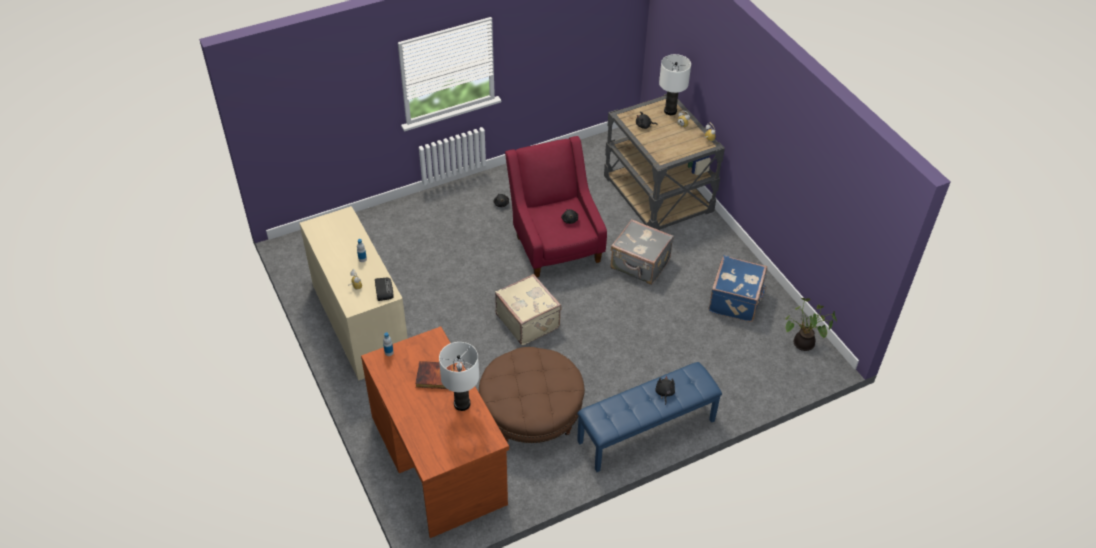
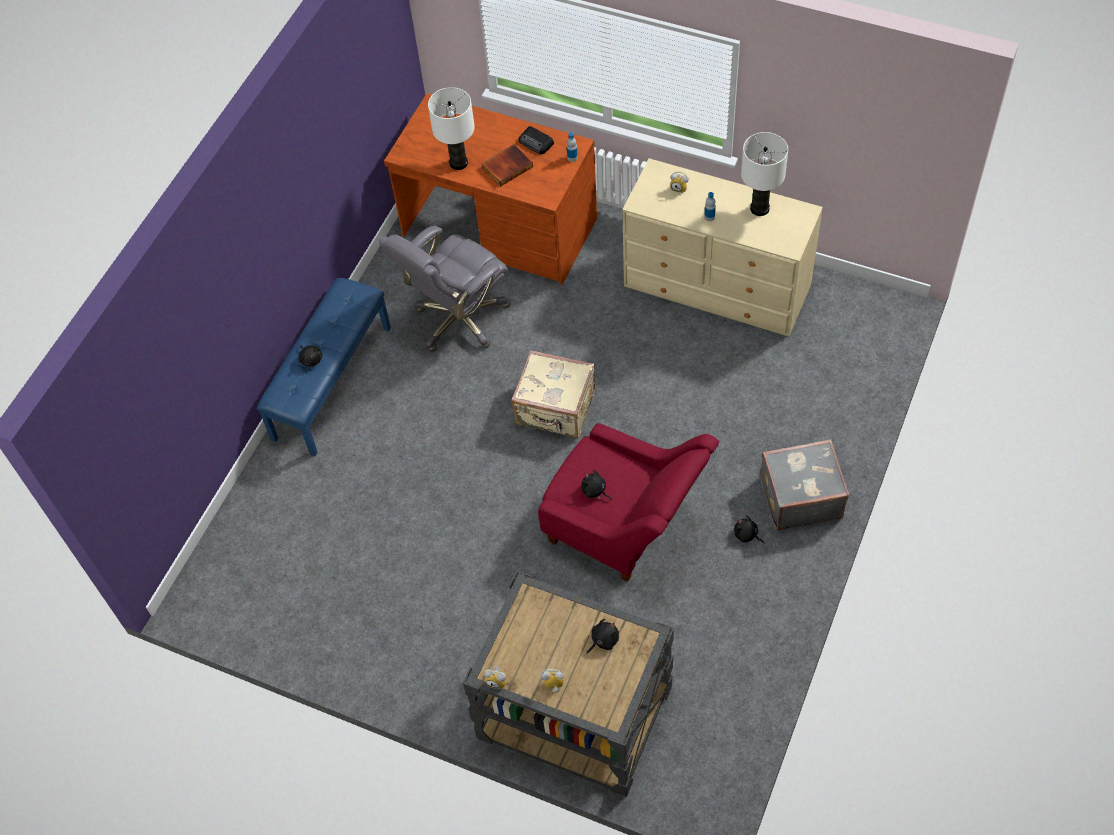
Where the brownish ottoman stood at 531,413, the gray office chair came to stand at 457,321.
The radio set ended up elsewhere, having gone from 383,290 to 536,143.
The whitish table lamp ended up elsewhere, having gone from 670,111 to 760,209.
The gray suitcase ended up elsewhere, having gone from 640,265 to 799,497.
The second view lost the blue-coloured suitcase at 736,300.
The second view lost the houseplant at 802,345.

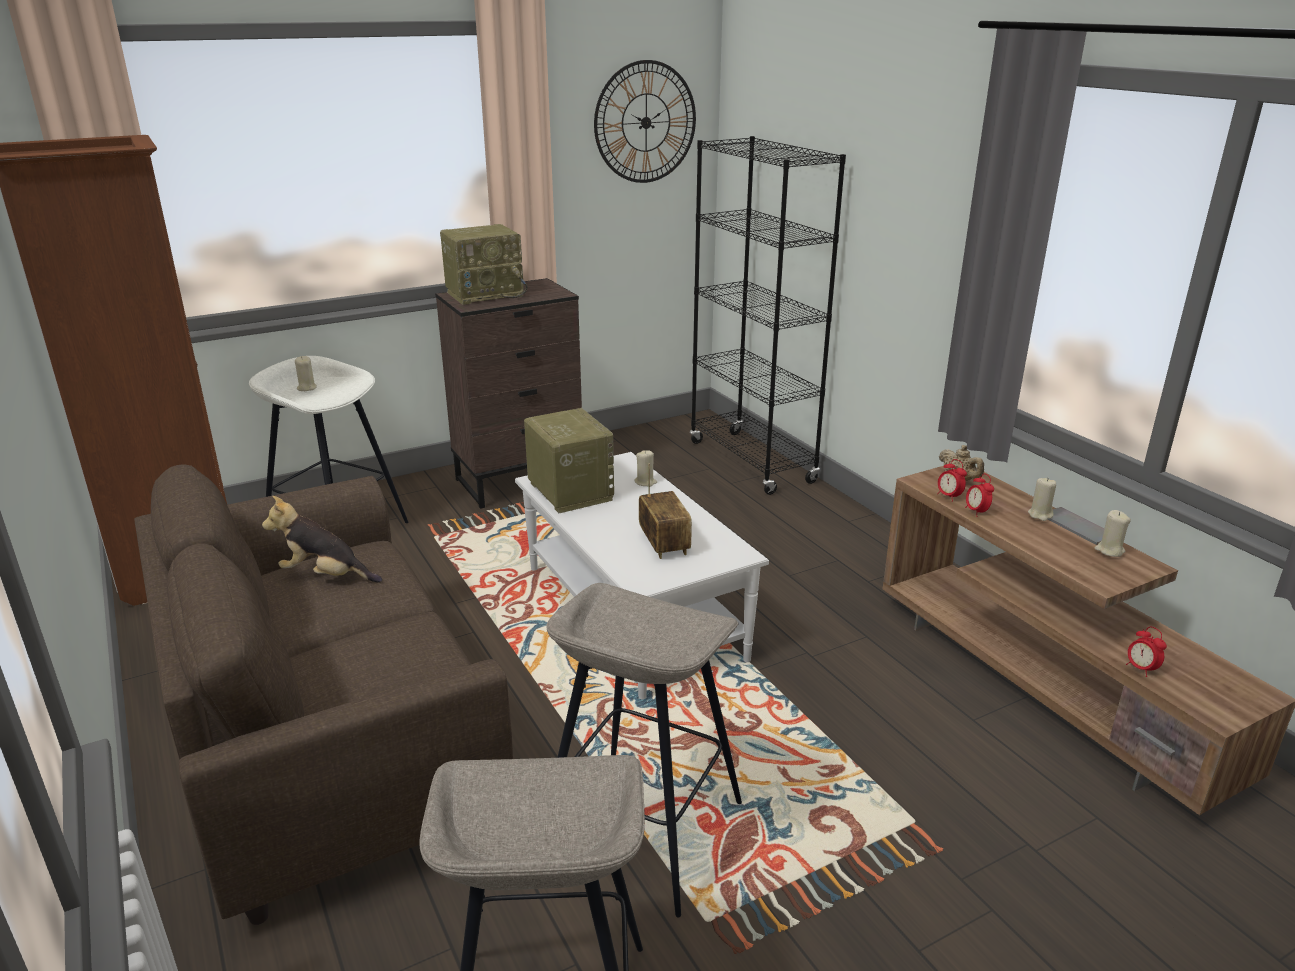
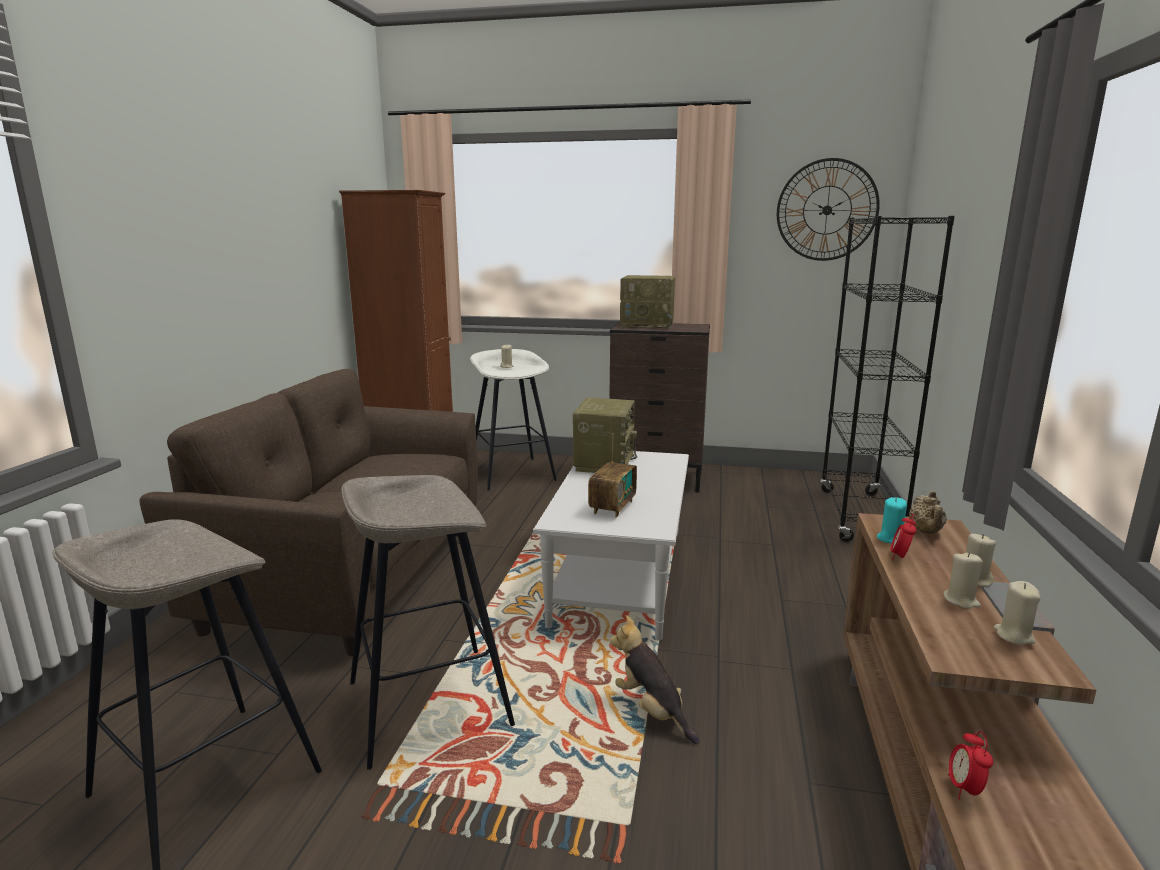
The cuddly toy ended up elsewhere, having gone from 325,576 to 652,710.
Where the alarm clock stood at 949,496, the blue-green wax candle came to stand at 890,539.
The sand-coloured wax candle ended up elsewhere, having gone from 645,482 to 961,600.

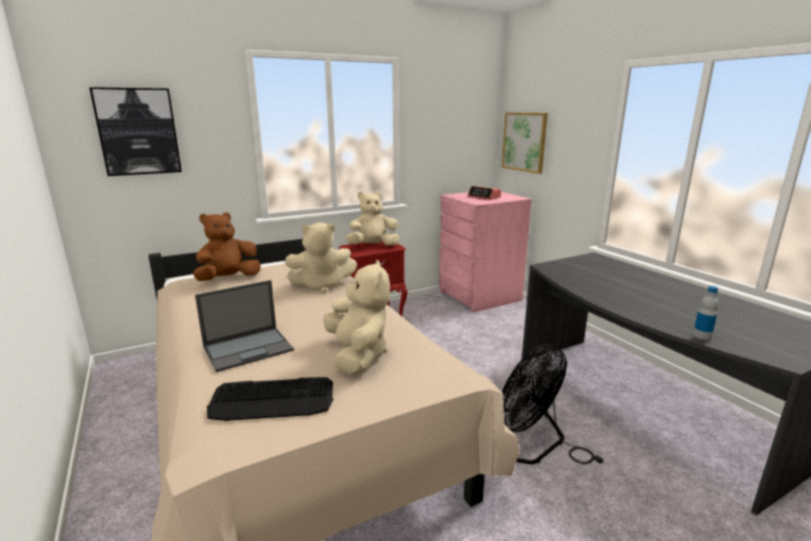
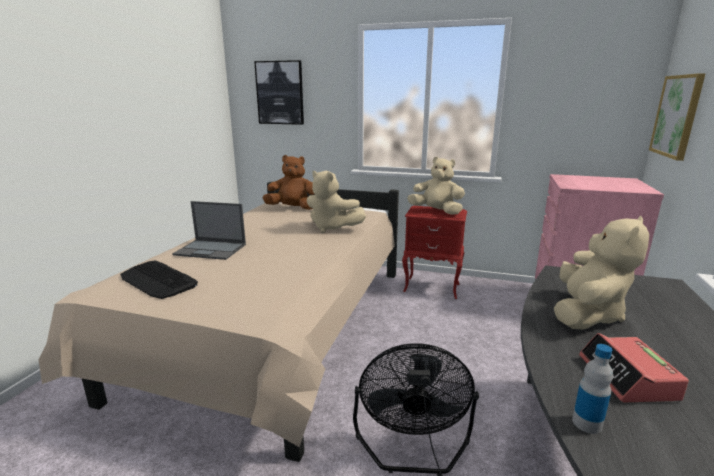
The sand-coloured cuddly toy ended up elsewhere, having gone from 357,356 to 586,314.
The alarm clock ended up elsewhere, having gone from 484,197 to 627,378.

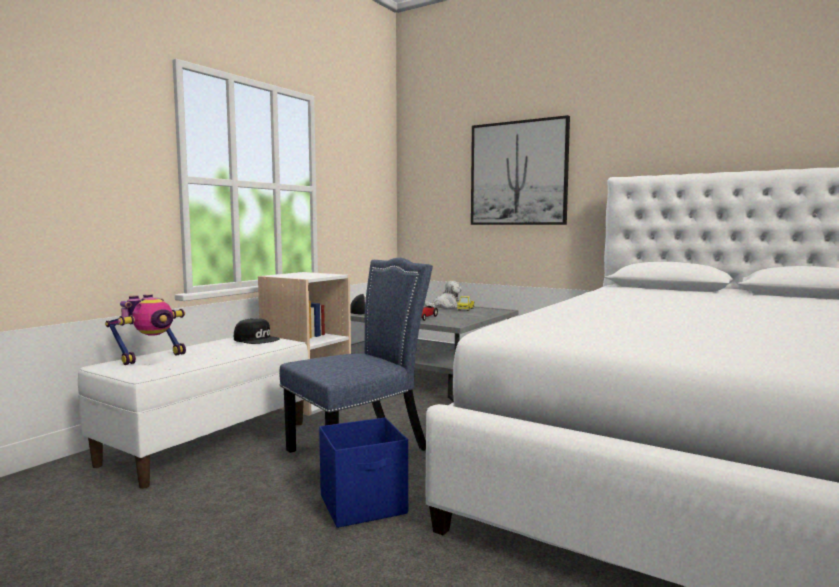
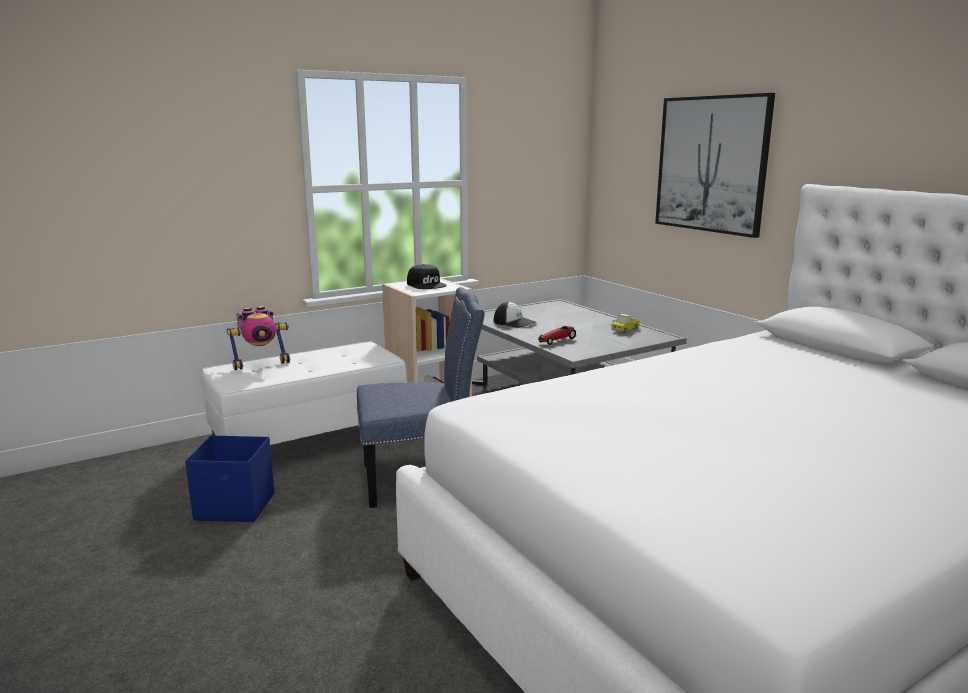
The blue-coloured storage box ended up elsewhere, having gone from 364,505 to 236,507.
The black-coloured baseball cap ended up elsewhere, having gone from 257,339 to 427,284.
The second view lost the cuddly toy at 445,306.

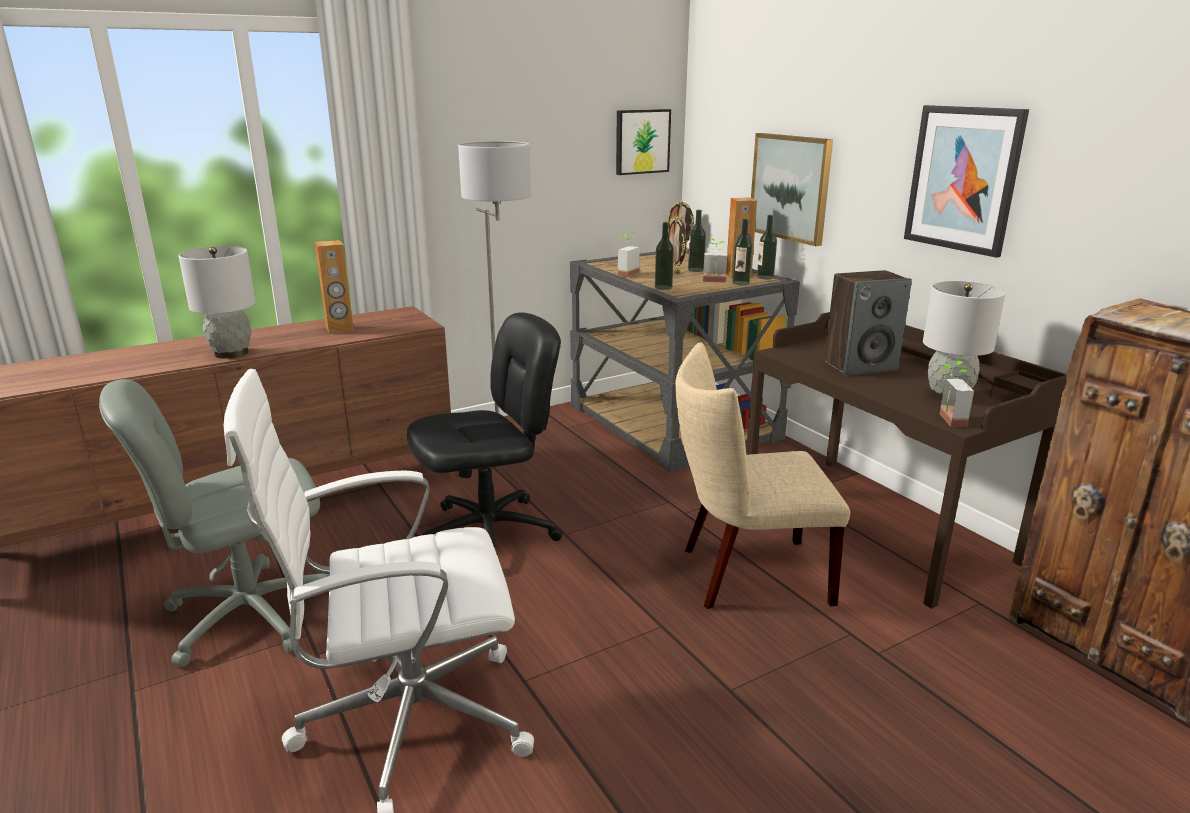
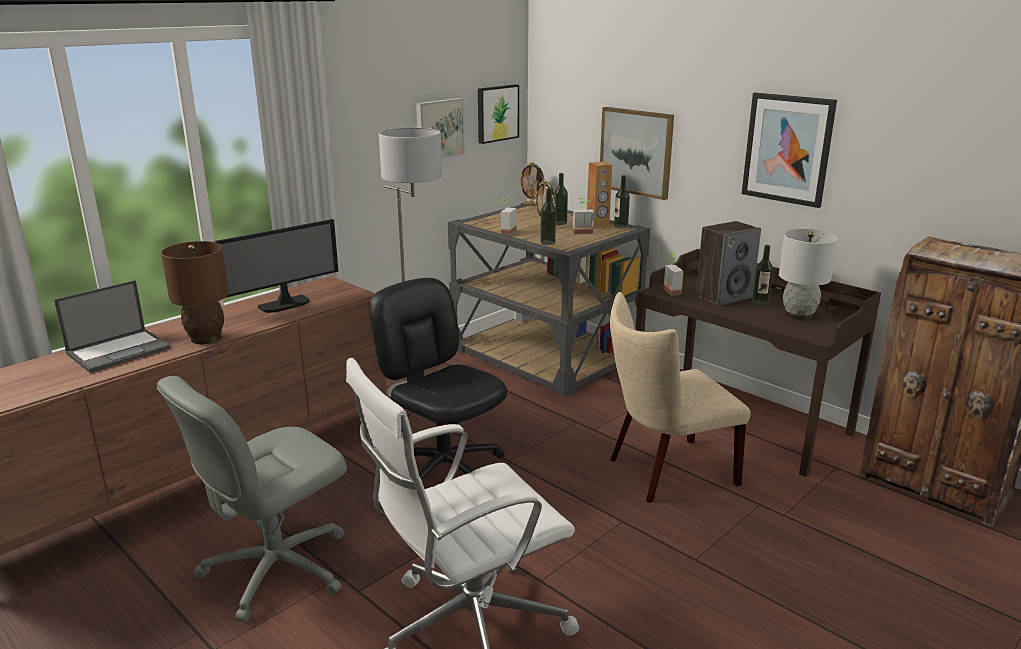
The second view gained the notebook computer at 120,350.
What was the whitish table lamp at 231,353 turned into the brownish table lamp at 205,338.
Where the brownish audio speaker stood at 339,329, the computer screen came to stand at 285,305.
The black-coloured office chair at 489,533 ended up facing another way, 90 degrees counterclockwise from before.
The second view gained the picture at 438,129.
The houseplant ended up elsewhere, having gone from 945,420 to 668,292.
The drink bottle ended up elsewhere, having gone from 740,283 to 760,303.

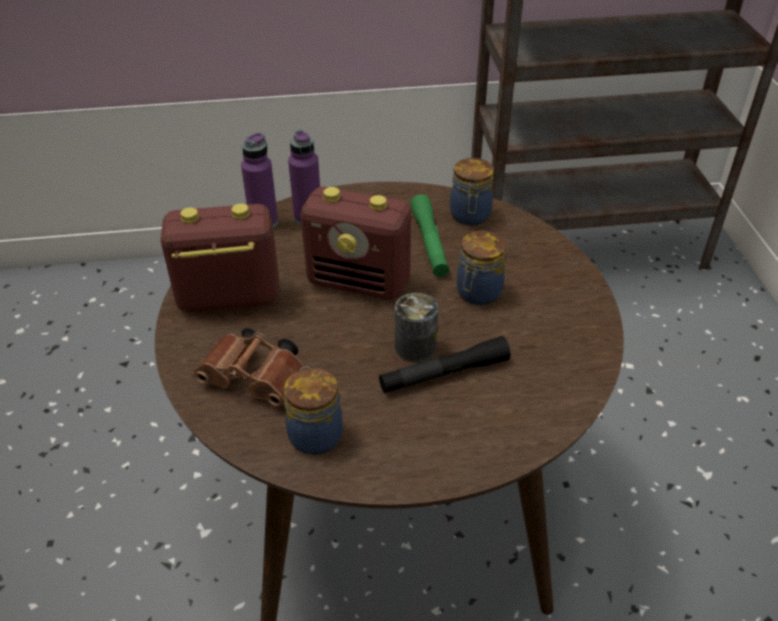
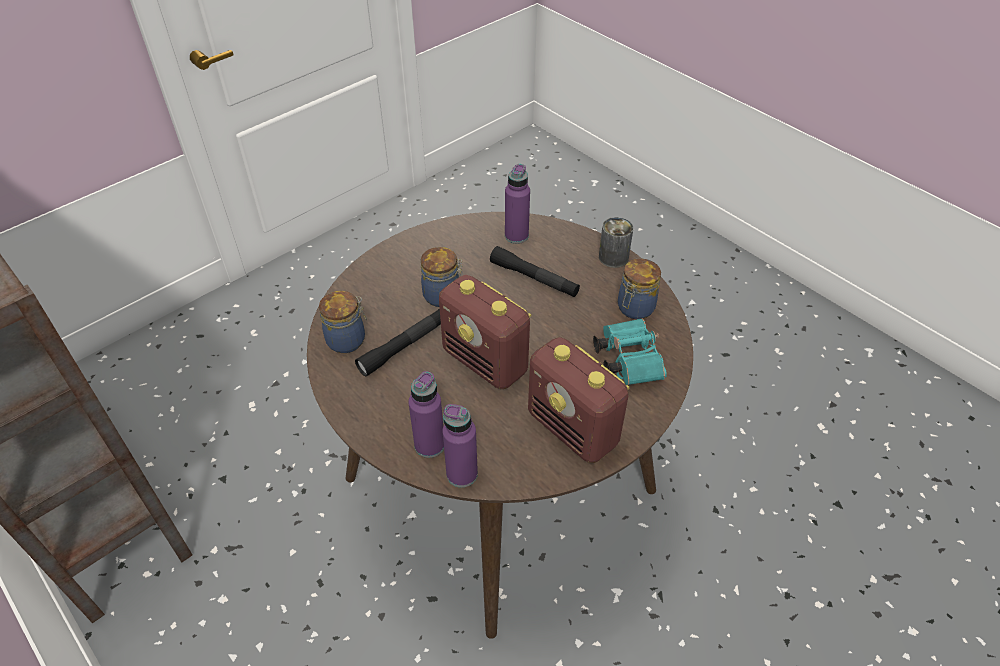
What was the green-coloured hand torch at 429,243 turned into the black-coloured hand torch at 404,347.
The radio set at 360,282 ended up facing another way, 150 degrees clockwise from before.
The second view gained the purple drink bottle at 516,236.
What was the brownish field glasses at 257,380 turned into the blue-green field glasses at 626,359.
The sealed can ended up elsewhere, having gone from 415,347 to 613,257.

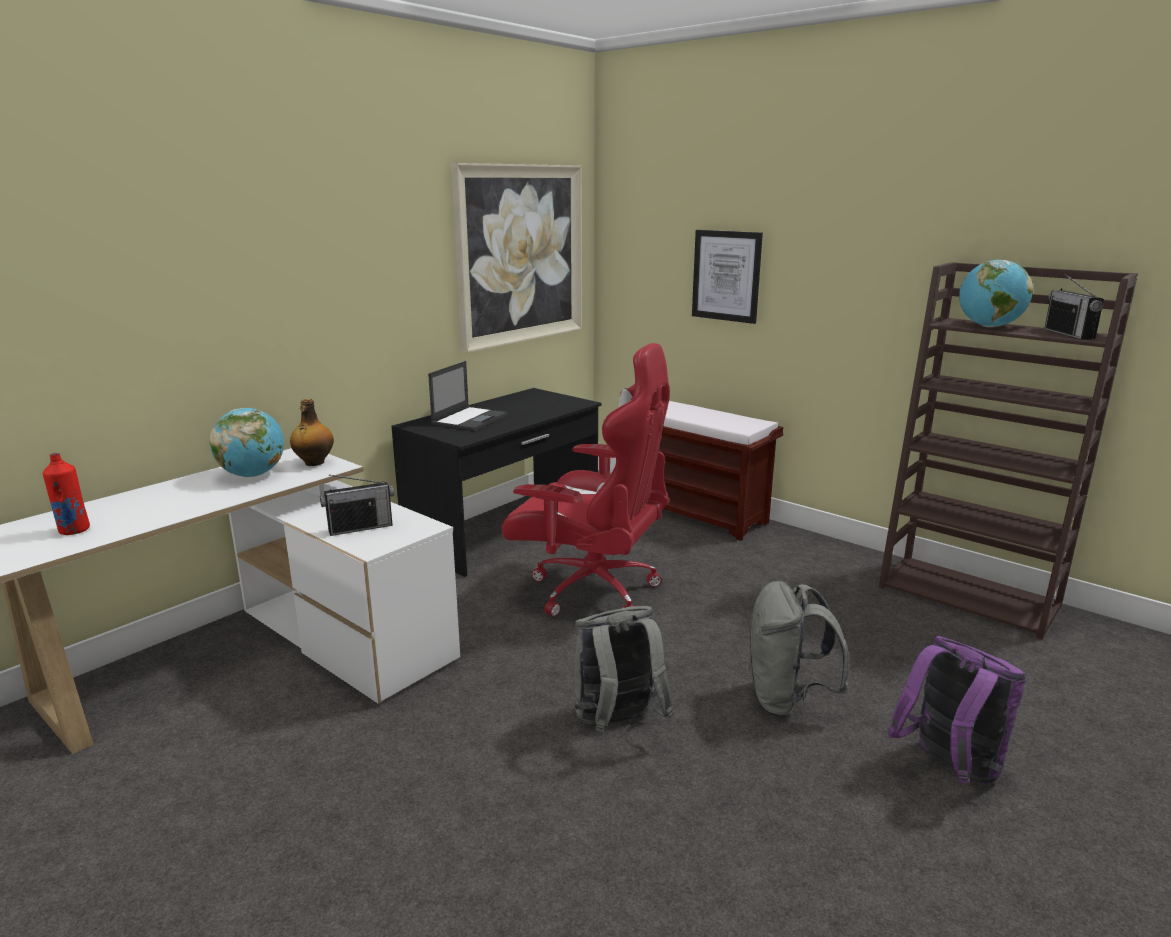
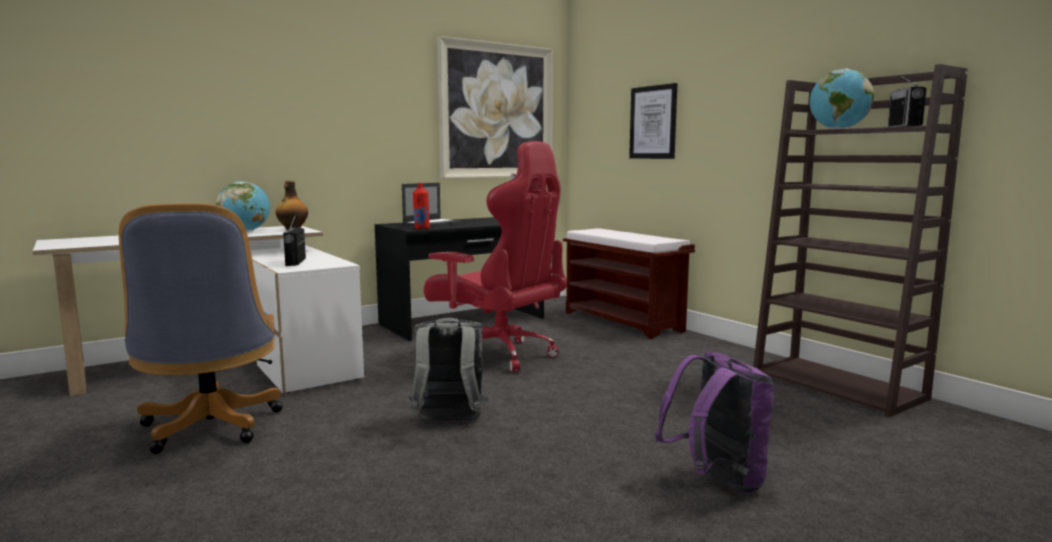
The second view gained the blue-coloured office chair at 210,431.
The radio set at 360,528 ended up facing another way, 90 degrees clockwise from before.
The reddish drink bottle ended up elsewhere, having gone from 74,530 to 421,228.
The second view lost the gray rucksack at 787,700.

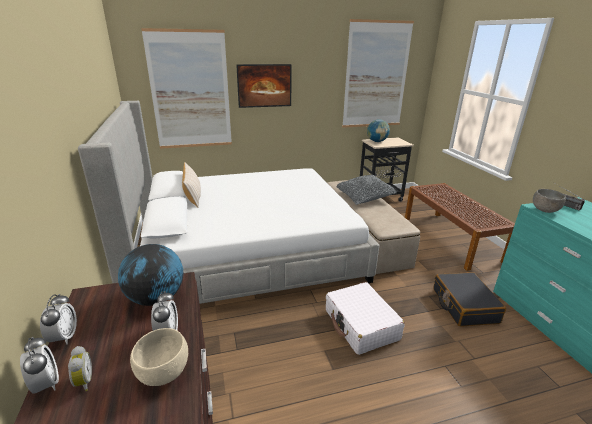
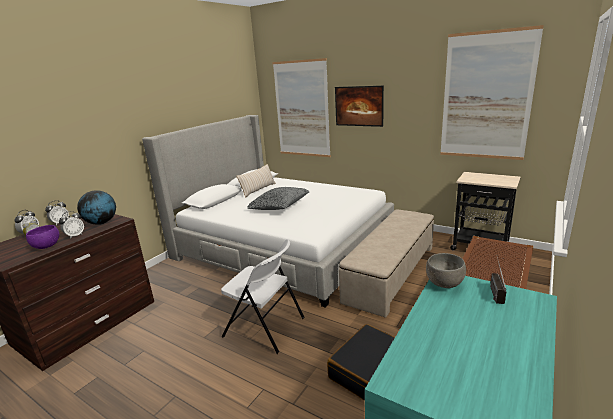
What was the sand-coloured deep dish at 163,372 turned into the purple deep dish at 47,246.
Where the whitish suitcase stood at 361,325, the whitish plain chair came to stand at 264,327.
The gray throw pillow ended up elsewhere, having gone from 364,196 to 279,207.
The second view lost the desk globe at 377,141.

